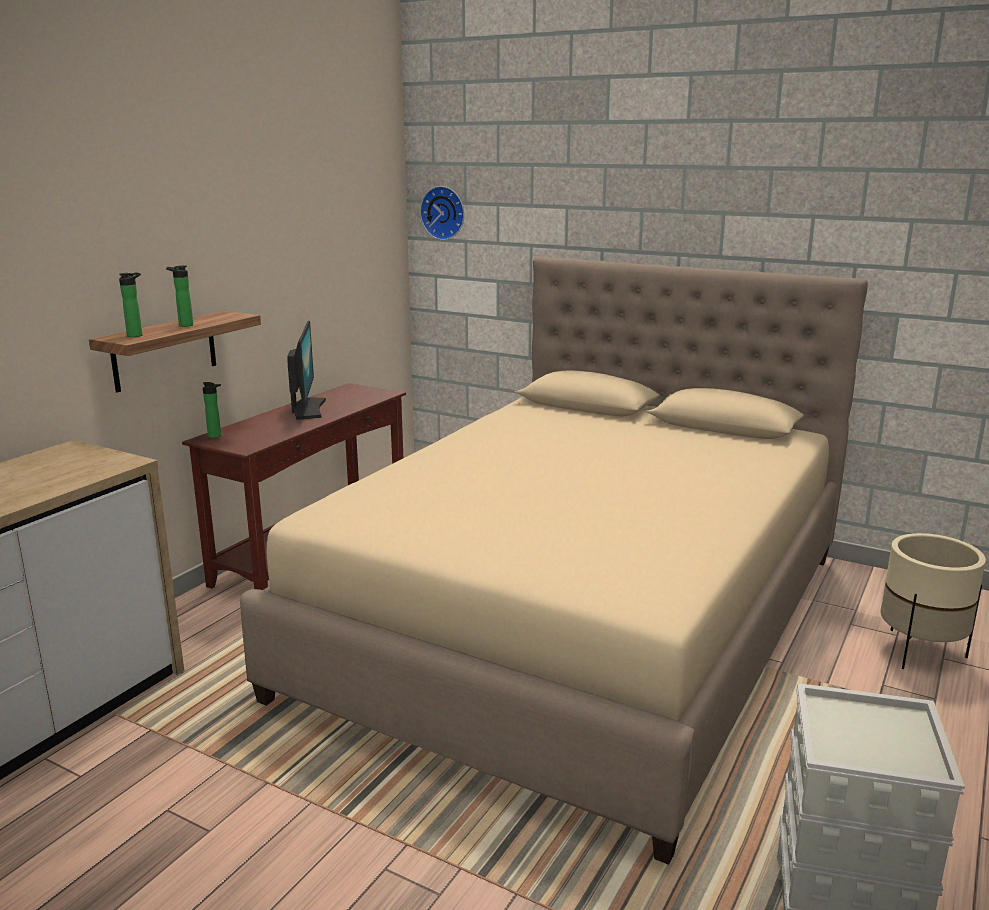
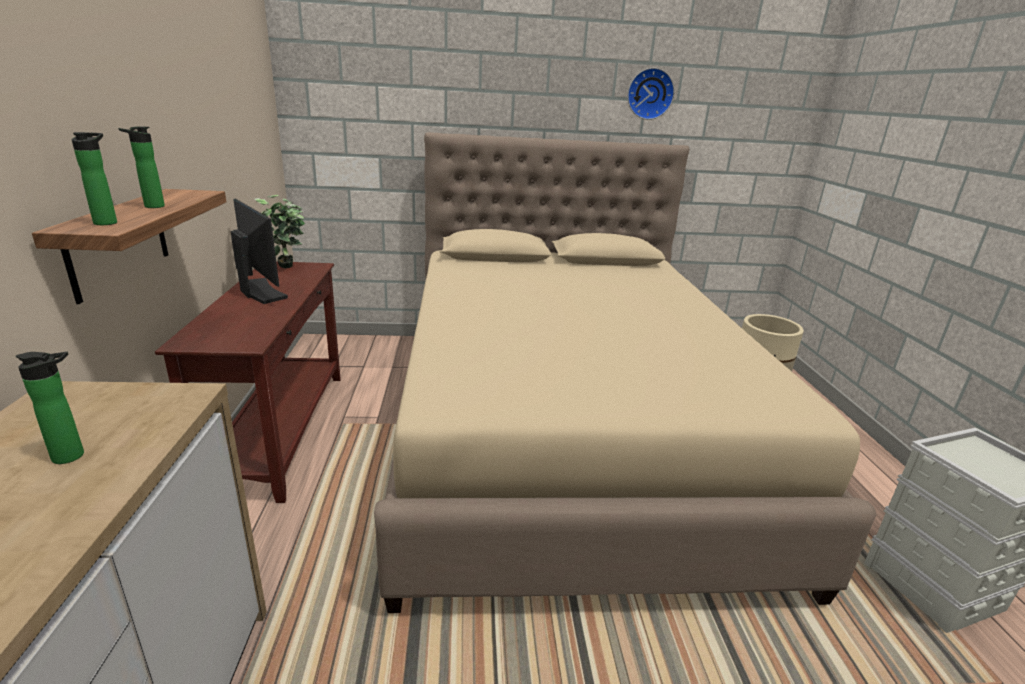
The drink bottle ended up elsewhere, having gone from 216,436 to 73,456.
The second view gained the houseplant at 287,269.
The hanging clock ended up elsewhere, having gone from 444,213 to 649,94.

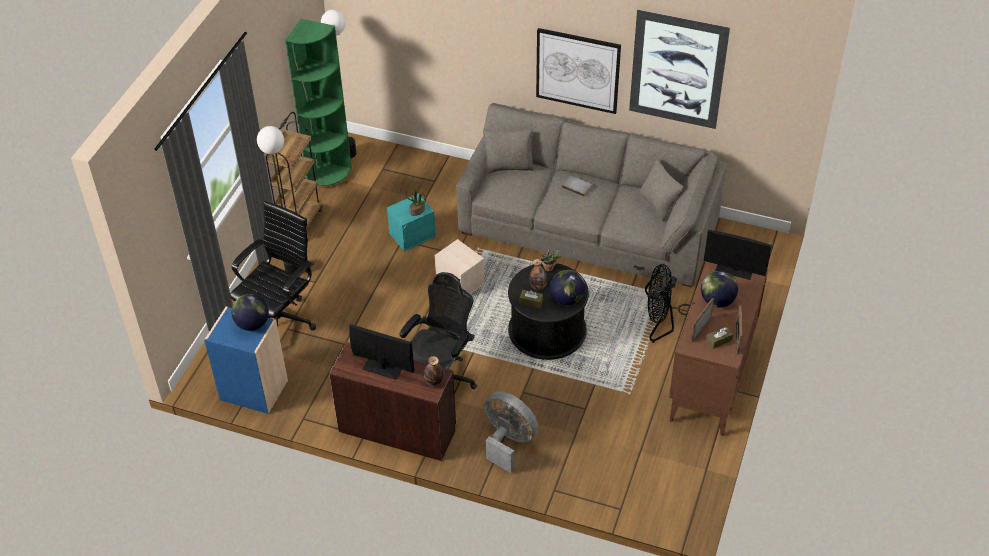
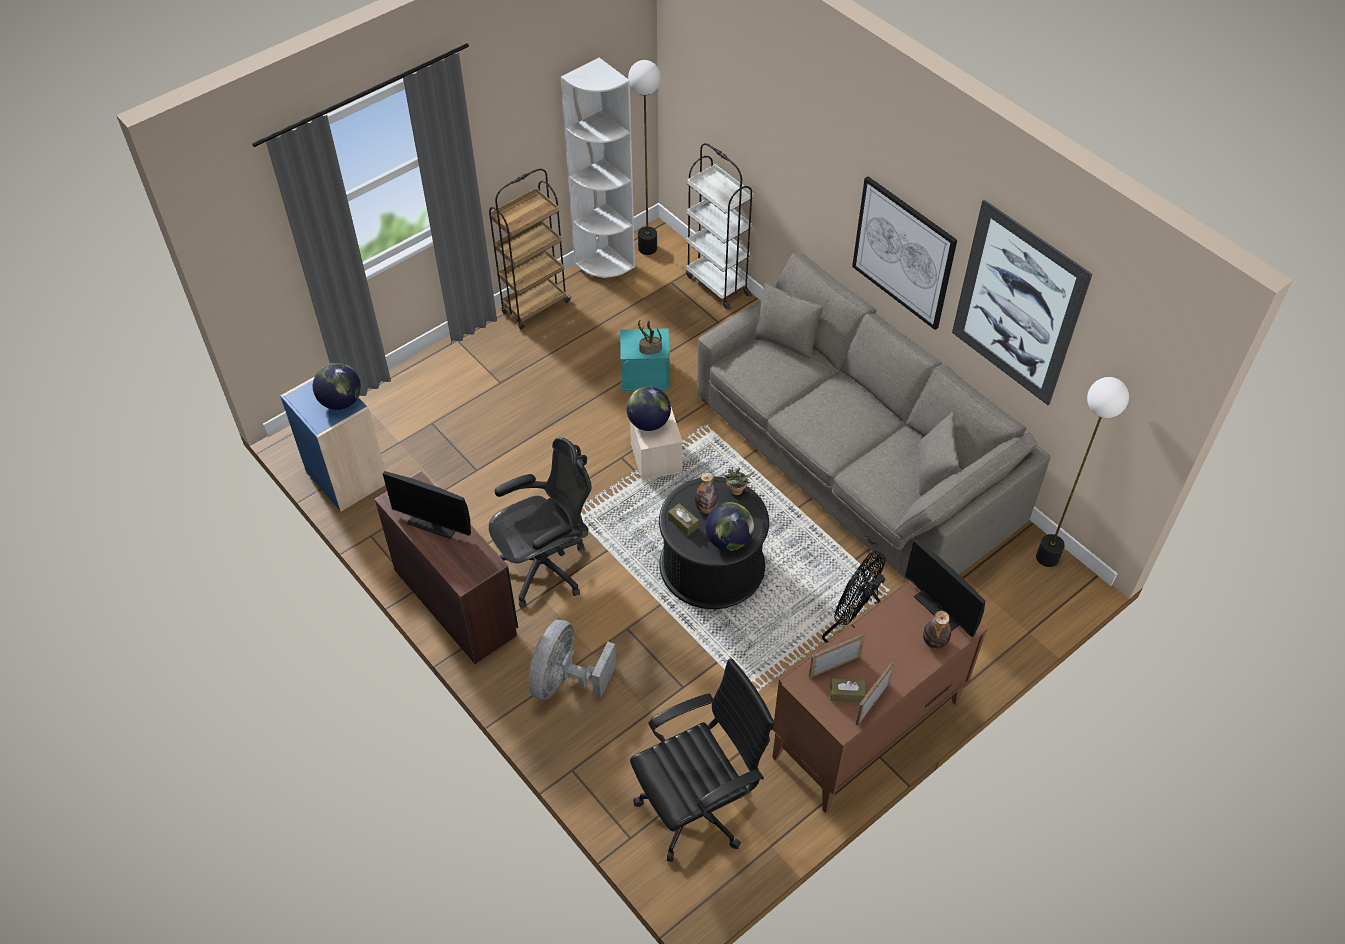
The computer screen at 382,368 ended up facing another way, 150 degrees clockwise from before.
The gray fan at 508,441 ended up facing another way, 135 degrees counterclockwise from before.
What was the green-coloured bookcase at 329,178 turned into the whitish bookcase at 605,268.
The desk globe ended up elsewhere, having gone from 717,301 to 648,422.
The black-coloured office chair ended up elsewhere, having gone from 281,320 to 699,807.
The second view gained the whitish trolley at 717,285.
The drink bottle ended up elsewhere, having gone from 434,381 to 934,641.
The standing lamp ended up elsewhere, having gone from 293,271 to 1048,557.
The second view lost the gray book at 577,186.

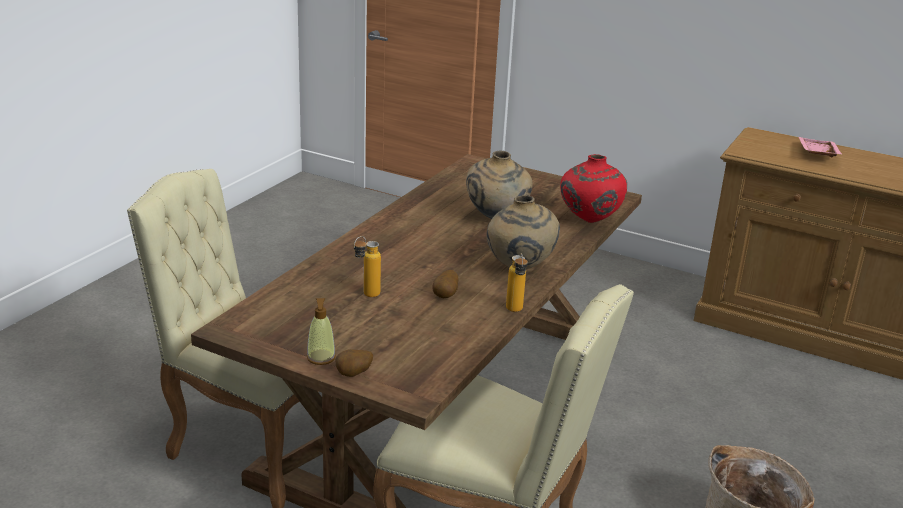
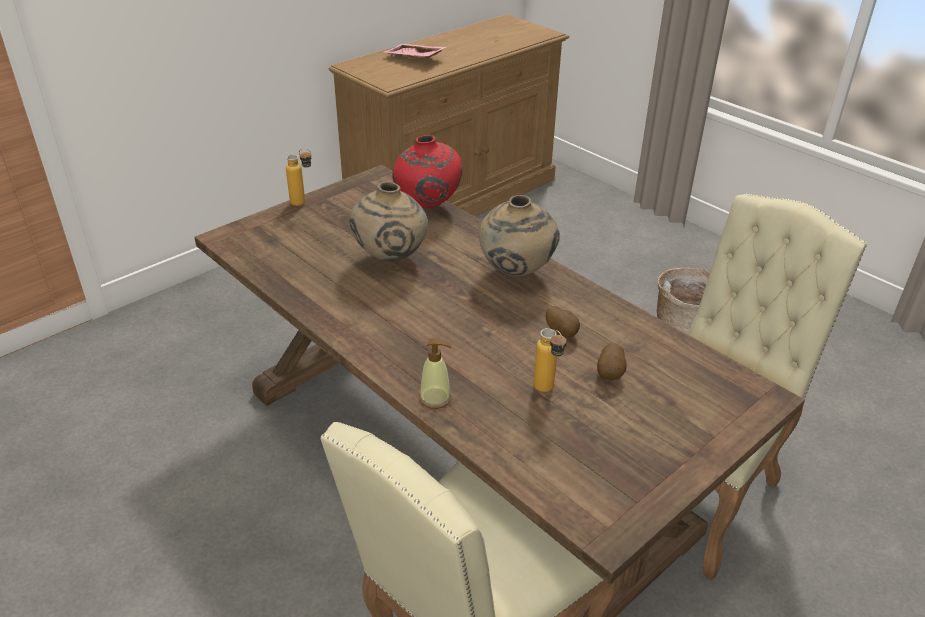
The drink bottle ended up elsewhere, having gone from 515,312 to 303,203.
The liquid soap bottle ended up elsewhere, having gone from 321,358 to 435,398.
The spud ended up elsewhere, having gone from 353,375 to 610,374.

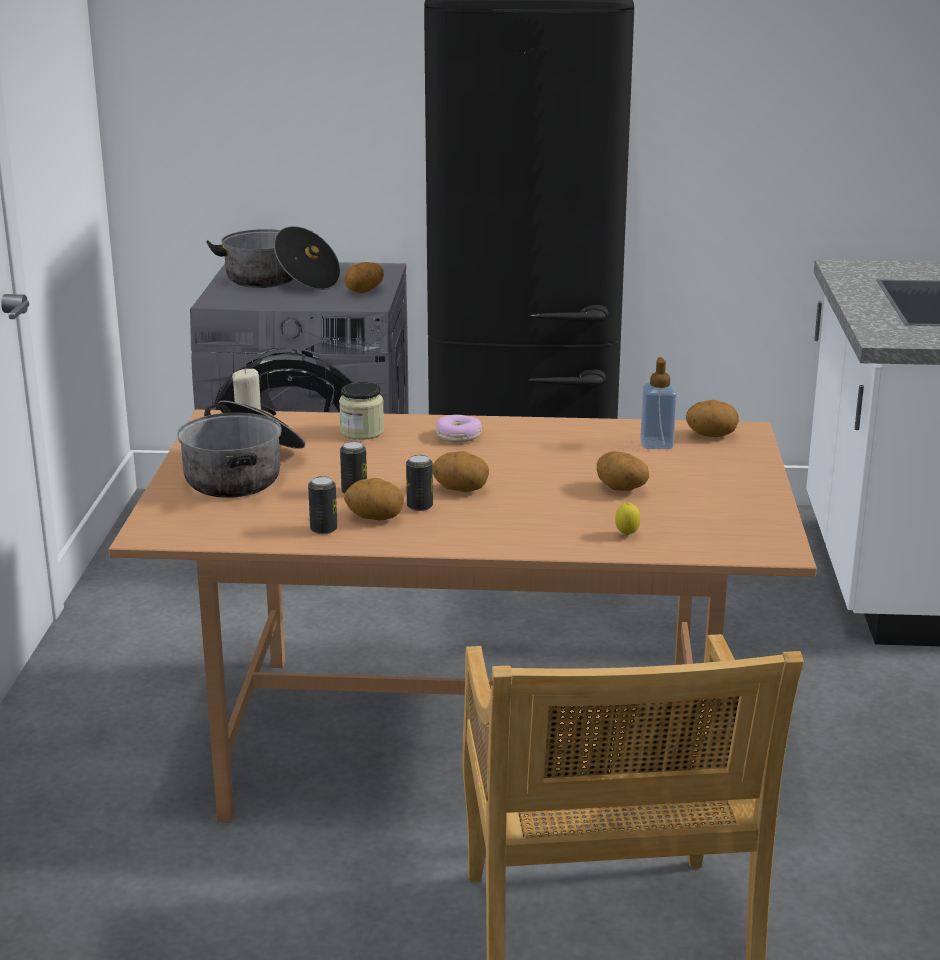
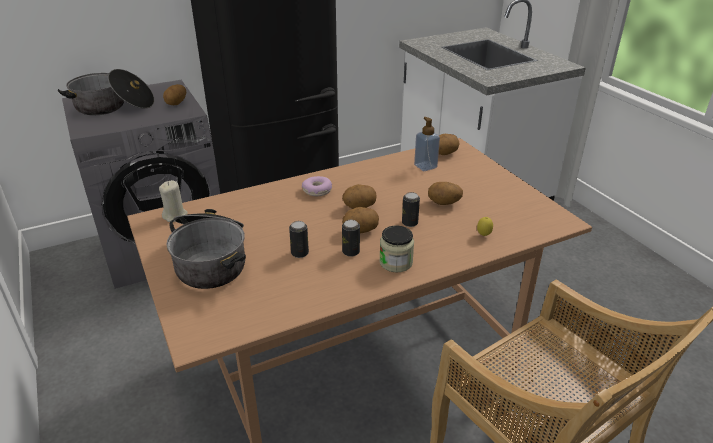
The spud ended up elsewhere, having gone from 375,518 to 359,207.
The jar ended up elsewhere, having gone from 362,432 to 396,262.
The sealed can ended up elsewhere, having gone from 323,529 to 409,223.

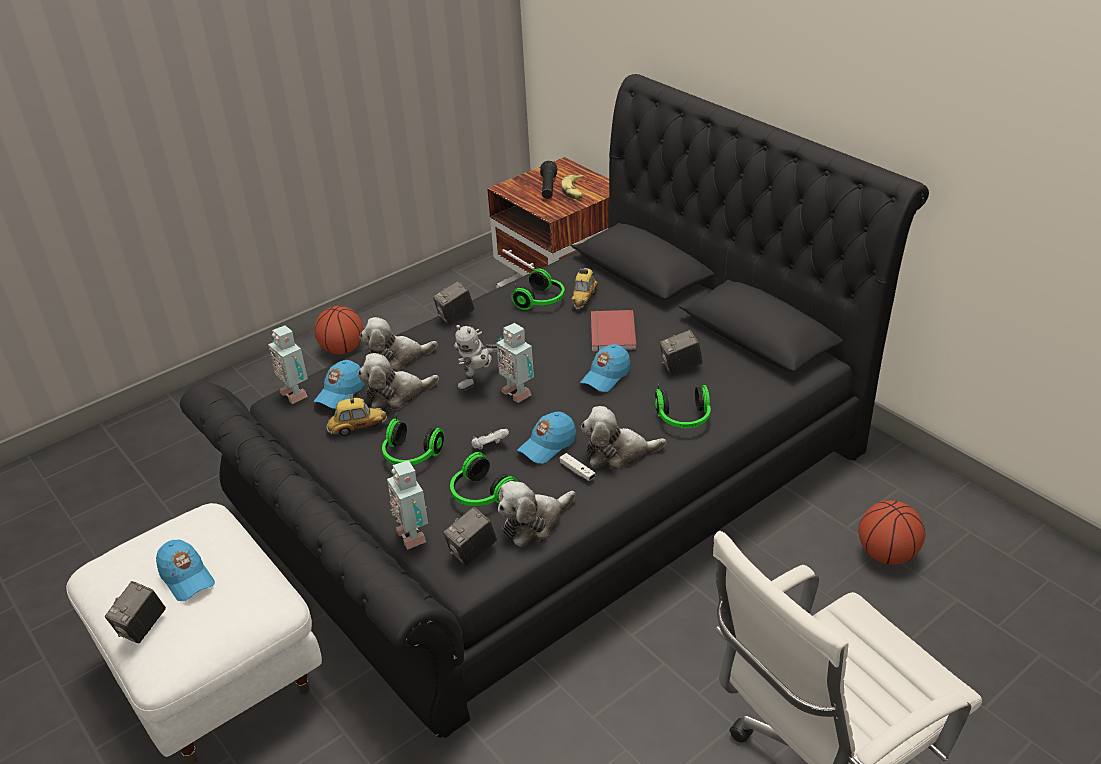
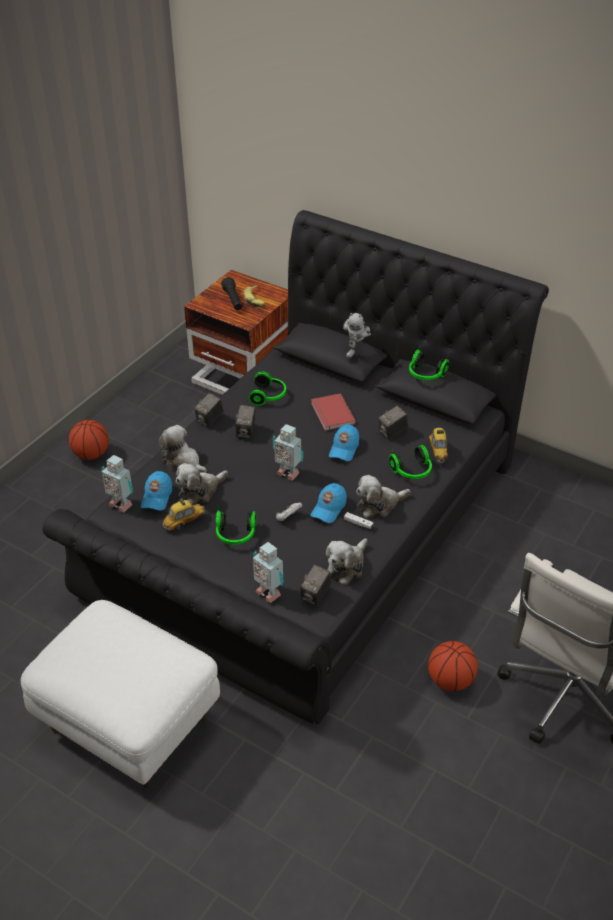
The cuddly toy at 396,358 ended up facing another way, 75 degrees clockwise from before.
The photo camera ended up elsewhere, having gone from 142,628 to 246,431.
The robot figure ended up elsewhere, having gone from 479,382 to 356,351.
The pair of headphones ended up elsewhere, having gone from 480,495 to 425,375.
The ball for basketball ended up elsewhere, having gone from 886,554 to 450,681.
The model car ended up elsewhere, having gone from 584,299 to 438,451.
The second view lost the blue-coloured baseball cap at 186,578.

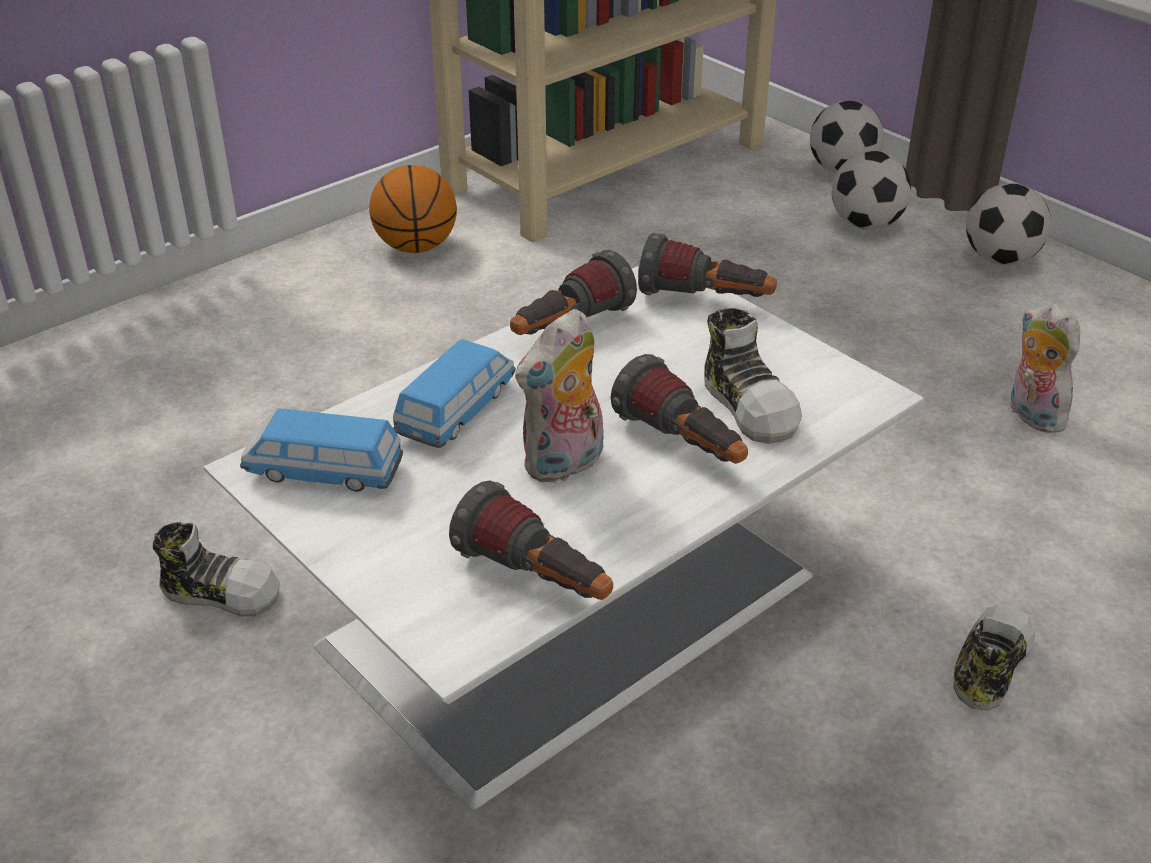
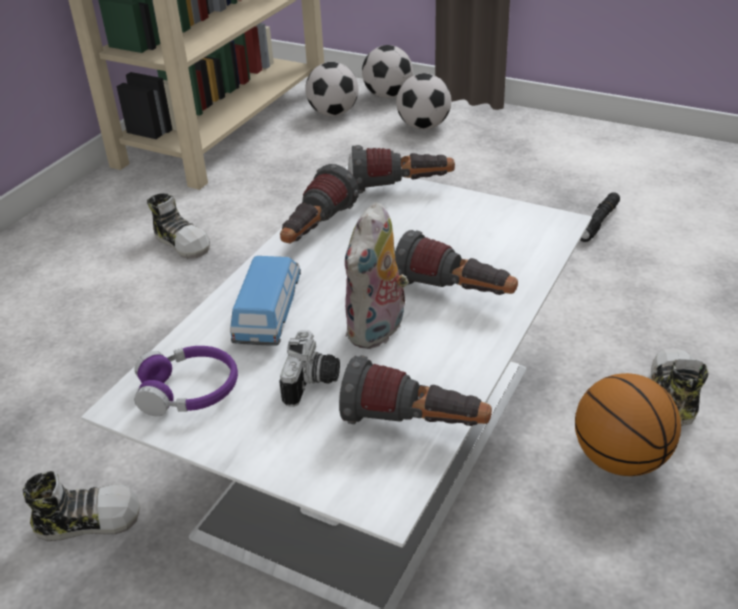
Where the model car stood at 323,471, the purple pair of headphones came to stand at 189,391.
The shoe ended up elsewhere, having gone from 749,405 to 182,242.
The second view gained the photo camera at 313,383.
The football ended up elsewhere, having gone from 1000,259 to 333,113.
The ball for basketball ended up elsewhere, having gone from 415,247 to 620,459.
Where the cuddly toy stood at 1031,415, the black-coloured hand torch came to stand at 598,222.

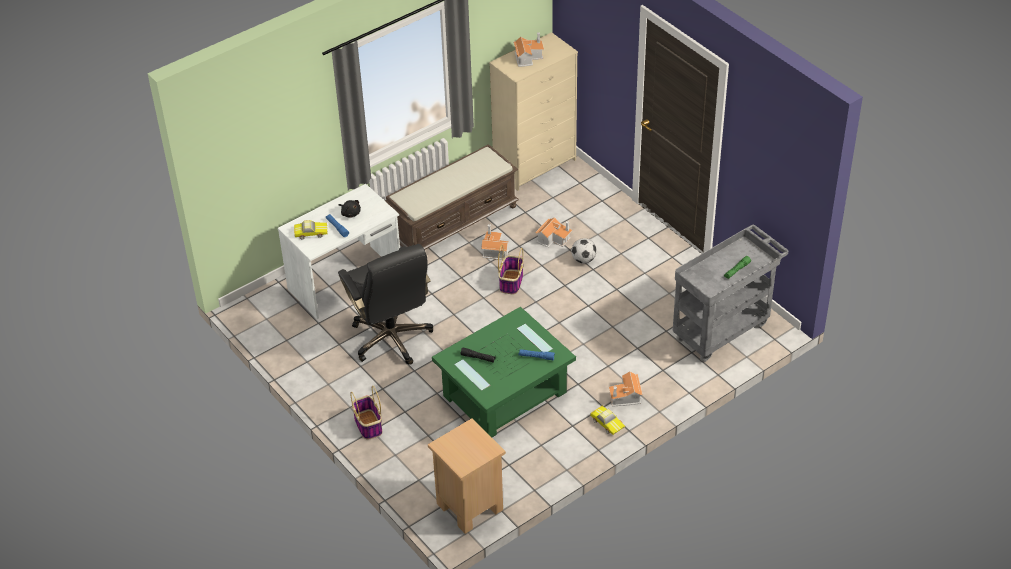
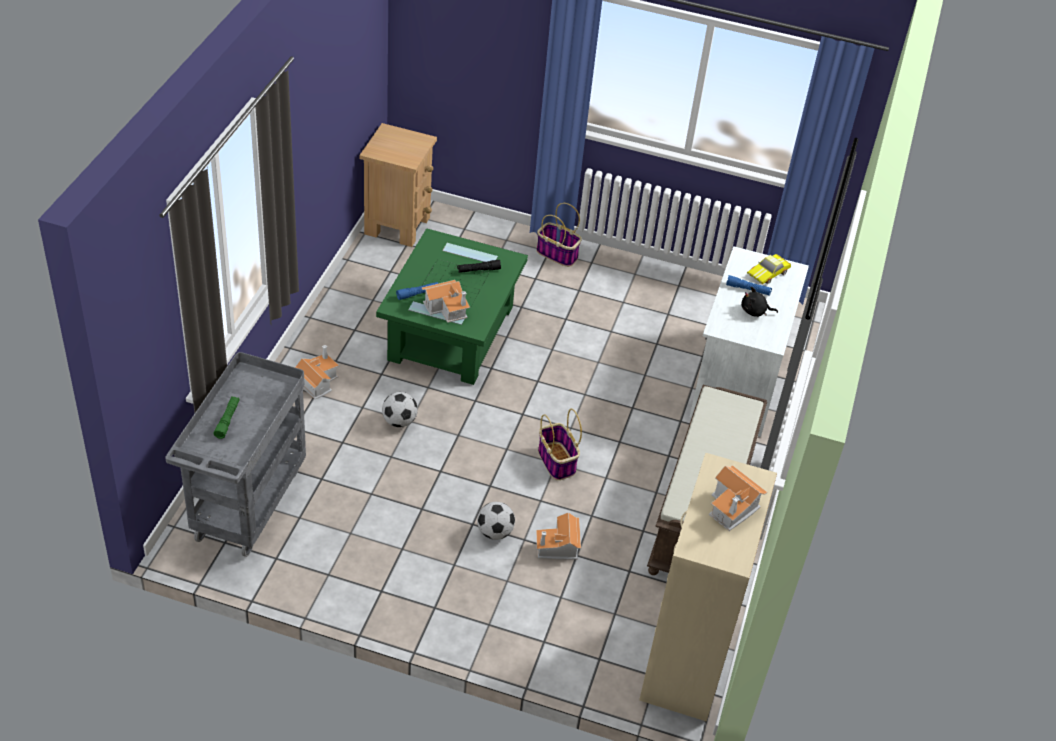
The second view gained the football at 399,421.
The toy house ended up elsewhere, having gone from 494,250 to 447,308.
The second view lost the black-coloured office chair at 390,336.
The second view lost the model car at 607,422.

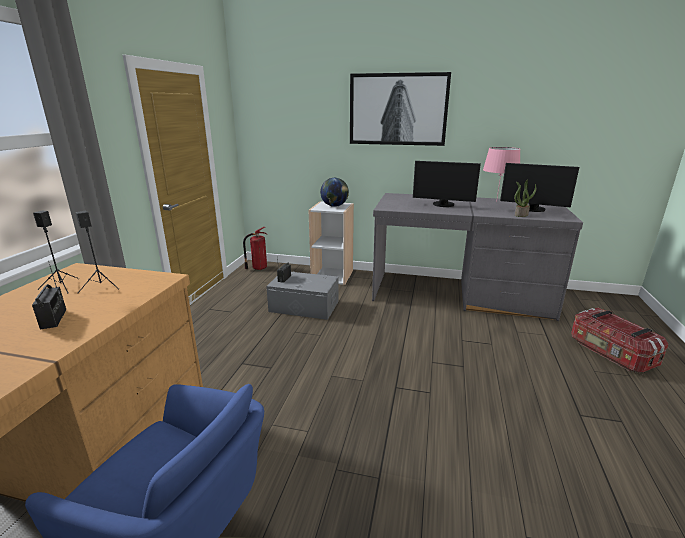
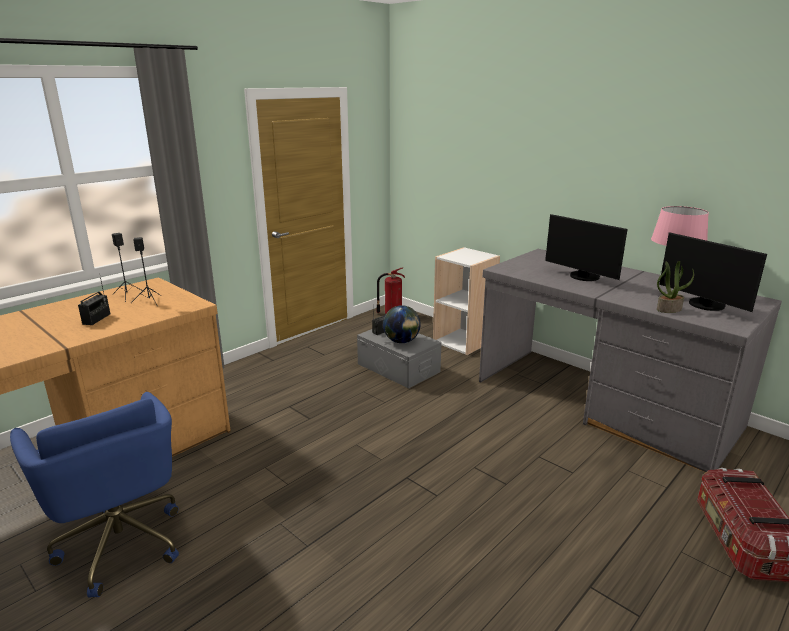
The desk globe ended up elsewhere, having gone from 334,206 to 401,341.
The second view lost the picture at 397,109.

